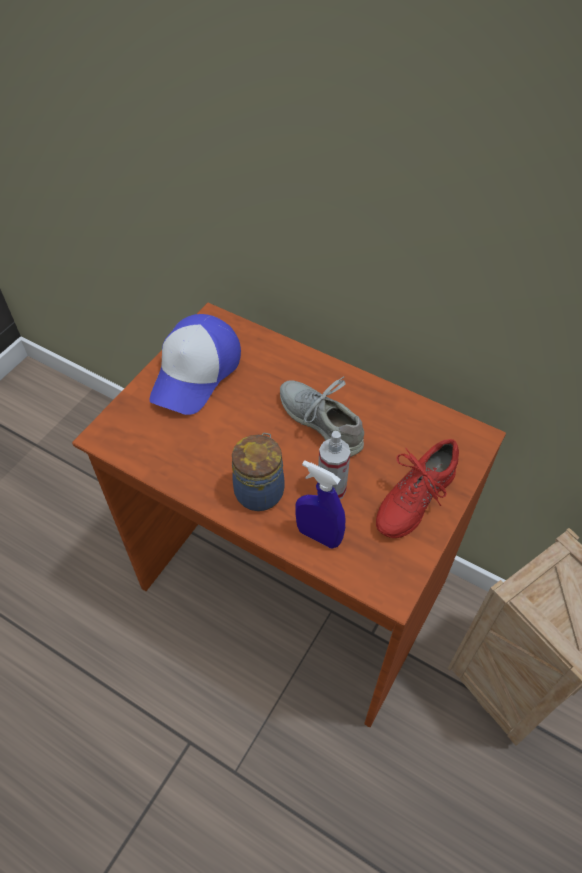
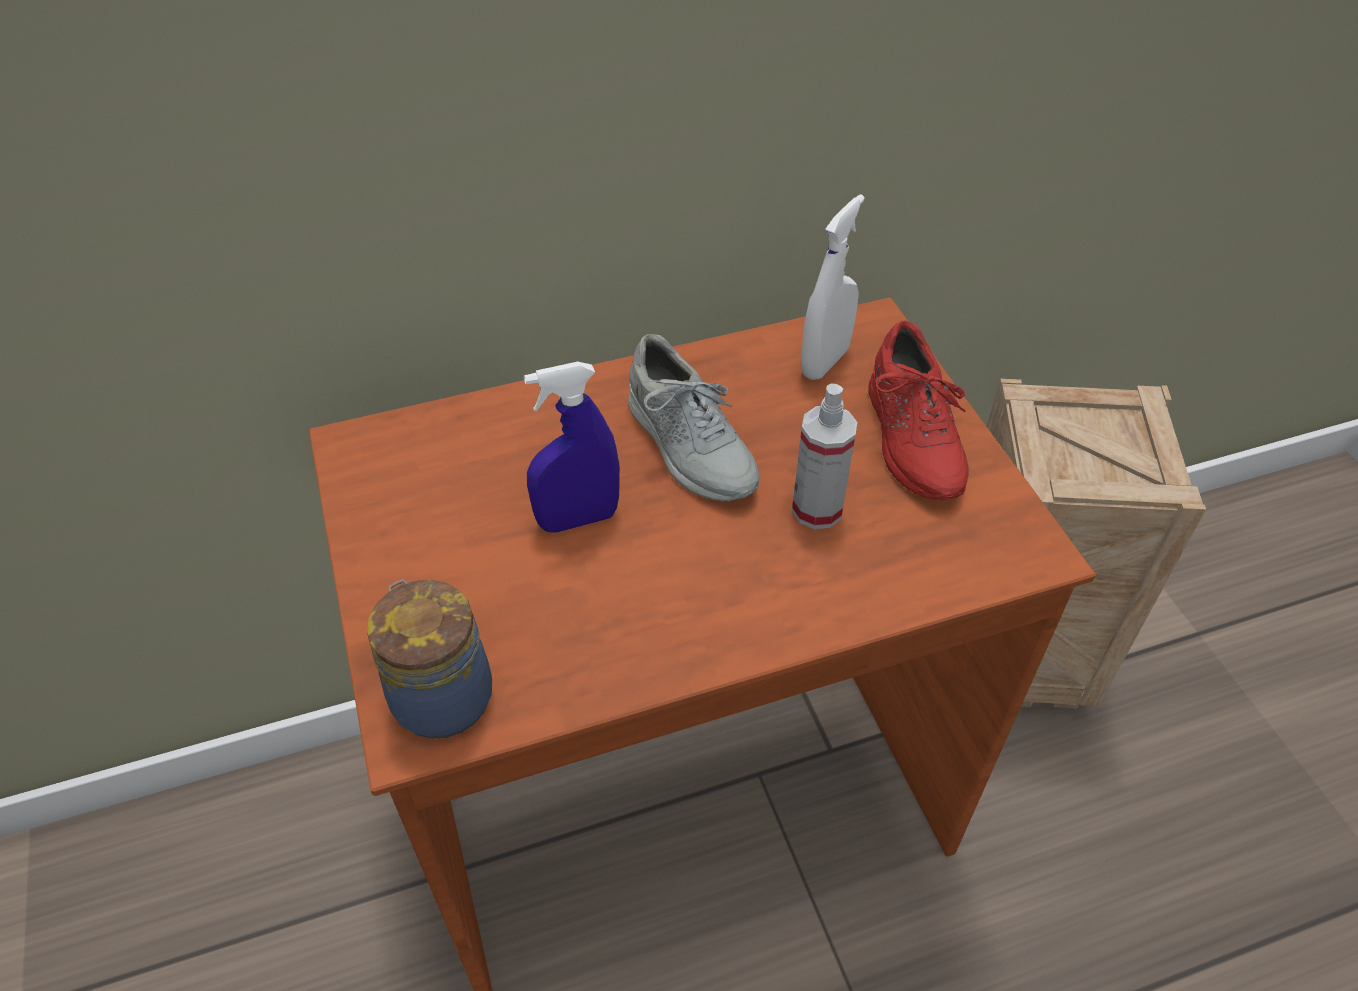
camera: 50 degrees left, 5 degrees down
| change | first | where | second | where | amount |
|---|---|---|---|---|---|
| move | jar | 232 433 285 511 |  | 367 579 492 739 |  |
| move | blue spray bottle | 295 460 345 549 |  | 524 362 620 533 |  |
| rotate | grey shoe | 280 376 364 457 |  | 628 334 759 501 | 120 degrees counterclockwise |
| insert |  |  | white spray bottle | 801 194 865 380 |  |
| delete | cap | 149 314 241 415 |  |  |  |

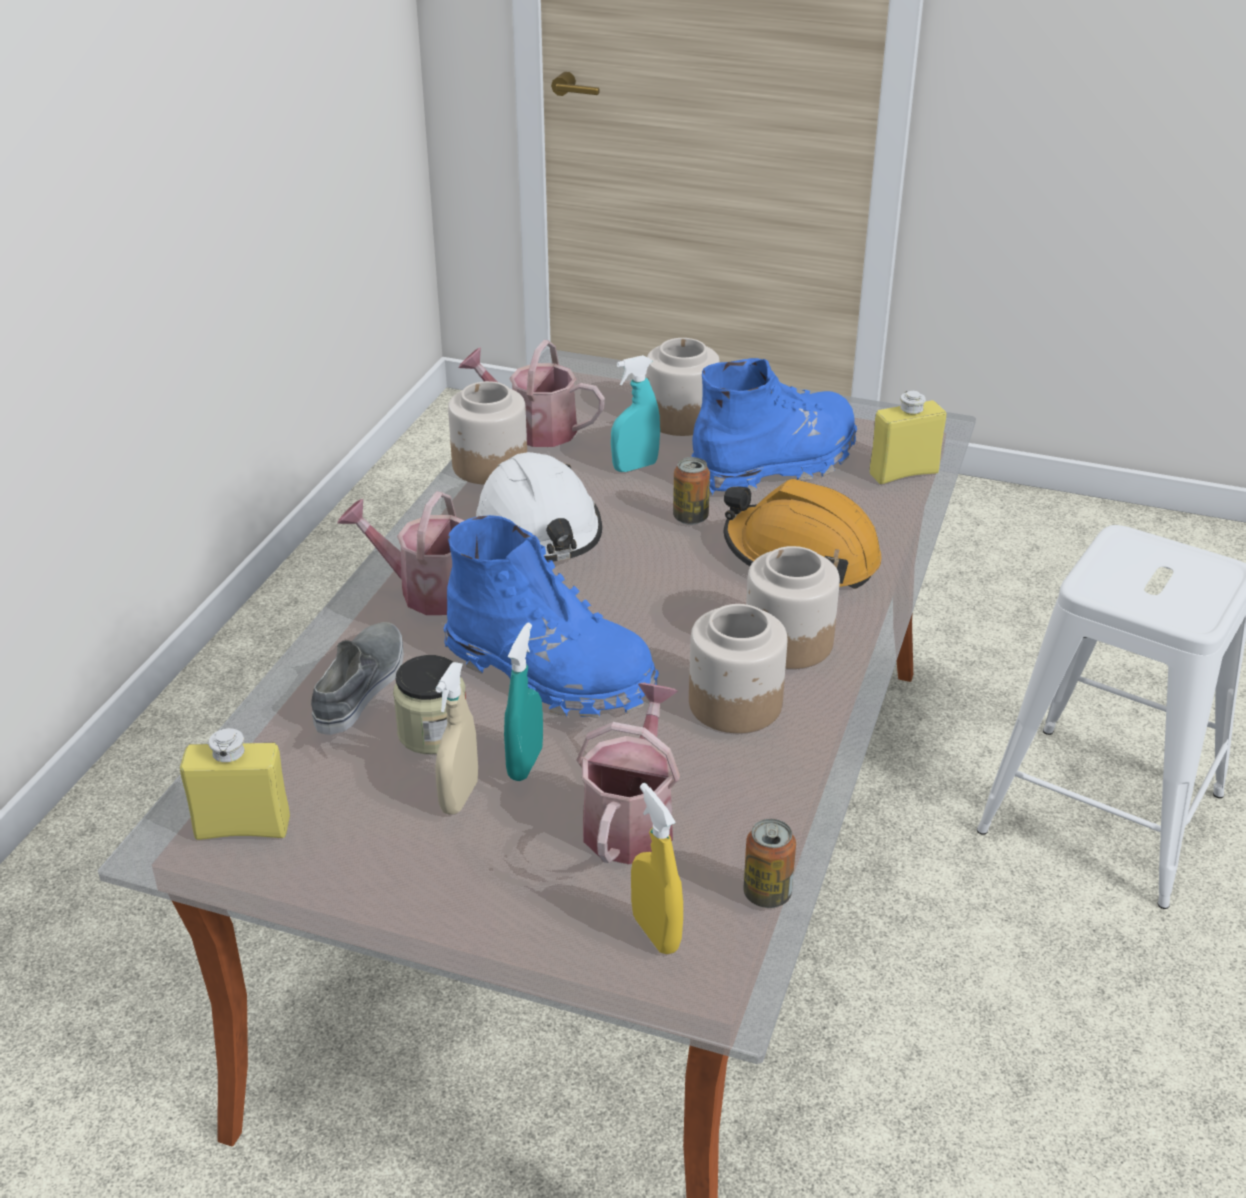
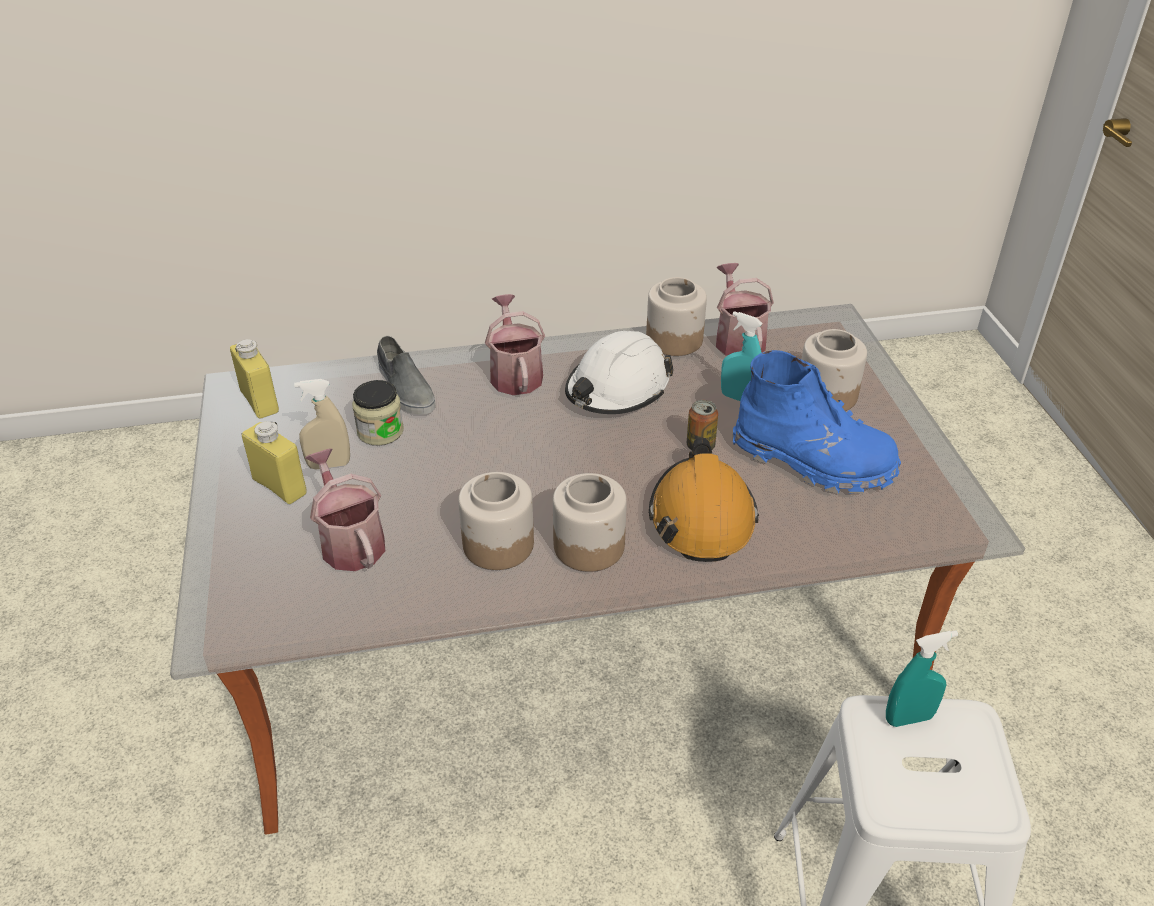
camera: 60 degrees right, 5 degrees up
| change | first | where | second | where | amount |
|---|---|---|---|---|---|
| move | yellow bottle | 869 391 946 484 |  | 242 421 307 504 |  |
| rotate | watering can | 576 683 680 864 |  | 305 449 385 571 | 105 degrees counterclockwise |
| rotate | grey shoe | 311 622 404 735 |  | 377 336 436 414 | 75 degrees clockwise |
| move | turquoise spray bottle | 504 623 543 781 |  | 886 631 958 727 |  |
| delete | blue boot | 443 515 659 717 |  |  |  |
| delete | yellow spray bottle | 631 783 683 954 |  |  |  |
| delete | can | 743 819 796 908 |  |  |  |

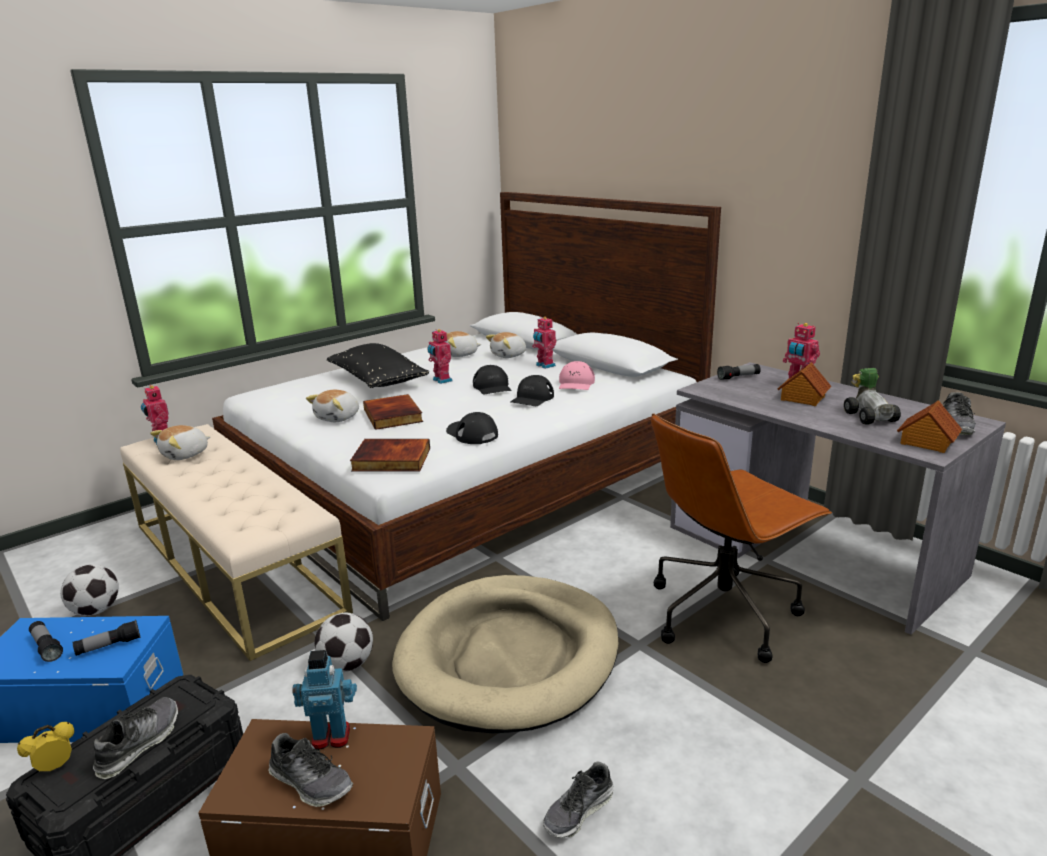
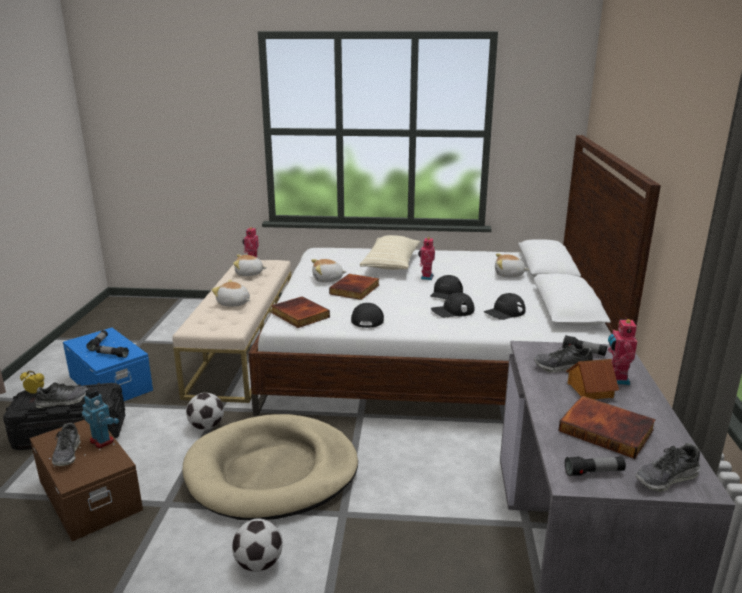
camera: 45 degrees right, 0 degrees up
| change | first | where | second | where | amount |
|---|---|---|---|---|---|
| move | plush toy | 445 331 481 357 |  | 212 280 250 307 |  |
| move | football | 60 564 119 616 |  | 232 518 282 572 |  |
| recolor | black pillow | 327 343 429 388 | beige pillow | 360 235 420 270 |  |
| recolor | pink cap | 559 361 595 390 | black cap | 484 293 526 320 |  |
| move | shoe | 543 761 614 838 |  | 534 345 593 372 |  |
| replace | toy car | 844 368 901 425 | book | 558 396 656 459 |  |
| replace | toy house | 897 400 962 453 | flashlight | 565 456 626 476 |  |
| delete | toy robot | 532 317 557 369 |  |  |  |
| delete | brown office chair | 651 413 832 663 |  |  |  |

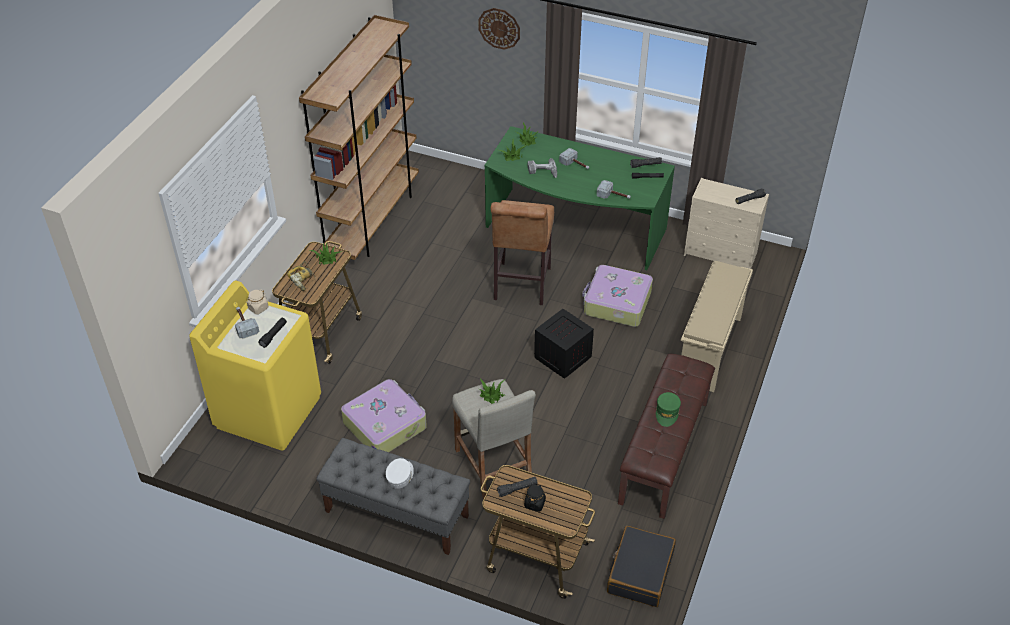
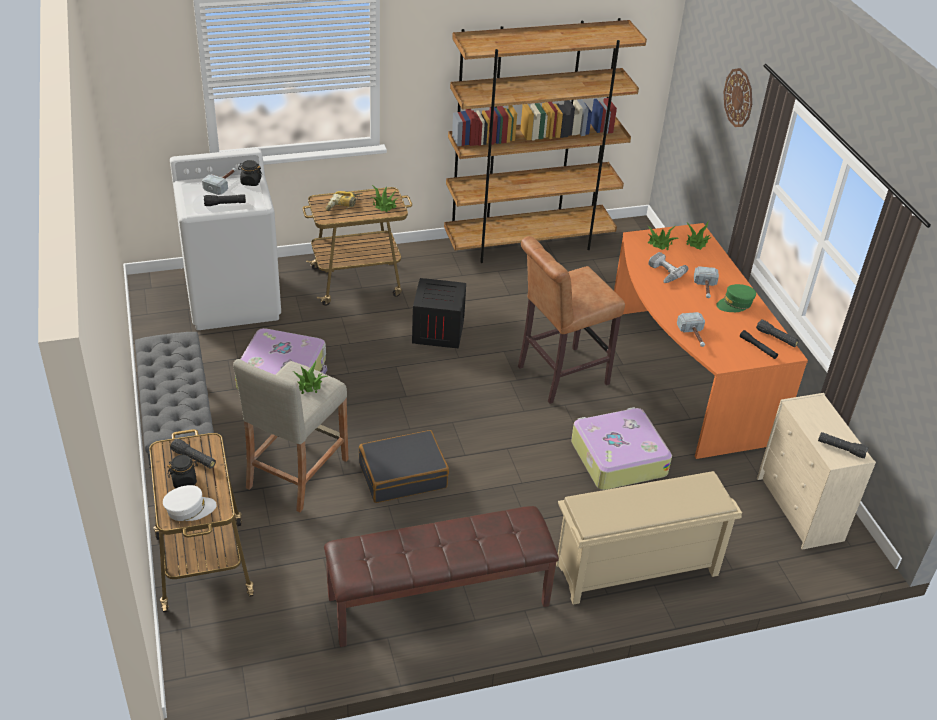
camera: 50 degrees right, 5 degrees down
| change | first | where | second | where | amount |
|---|---|---|---|---|---|
| move | white cap | 385 458 414 489 |  | 163 485 217 521 |  |
| recolor | yellow washing machine | 189 281 321 451 | white washing machine | 170 149 281 330 |  |
| recolor | beige jar | 246 289 268 314 | black jar | 238 160 262 186 |  |
| move | black suitcase | 607 526 676 607 |  | 359 430 449 503 |  |
| move | crate | 534 309 594 379 |  | 412 278 466 348 |  |
| recolor | green desk | 485 126 675 270 | orange desk | 614 223 808 459 |  |
| move | green cap | 656 392 681 427 |  | 716 284 756 312 |  |

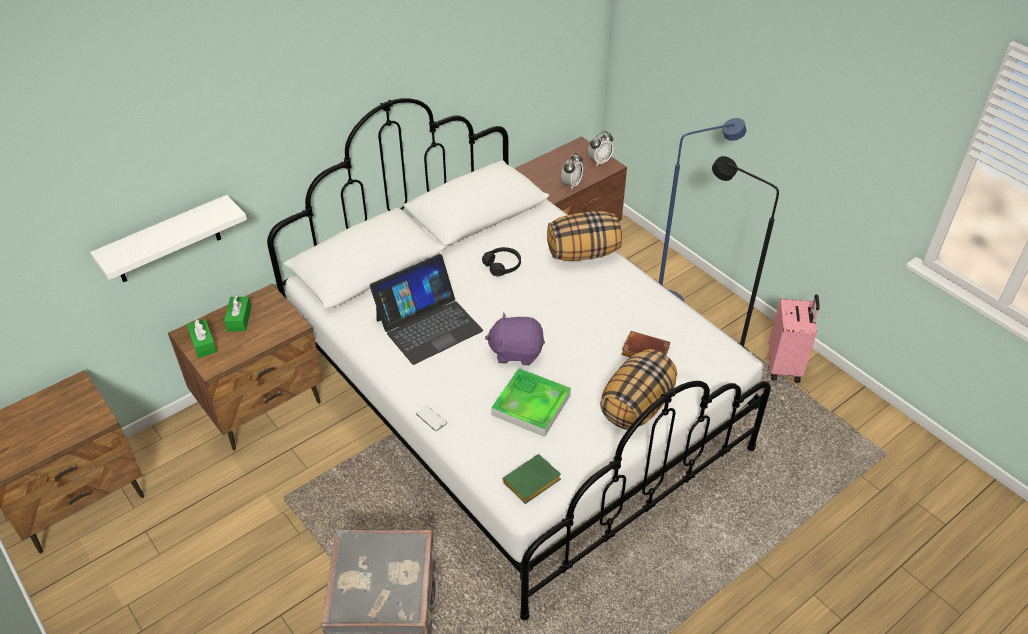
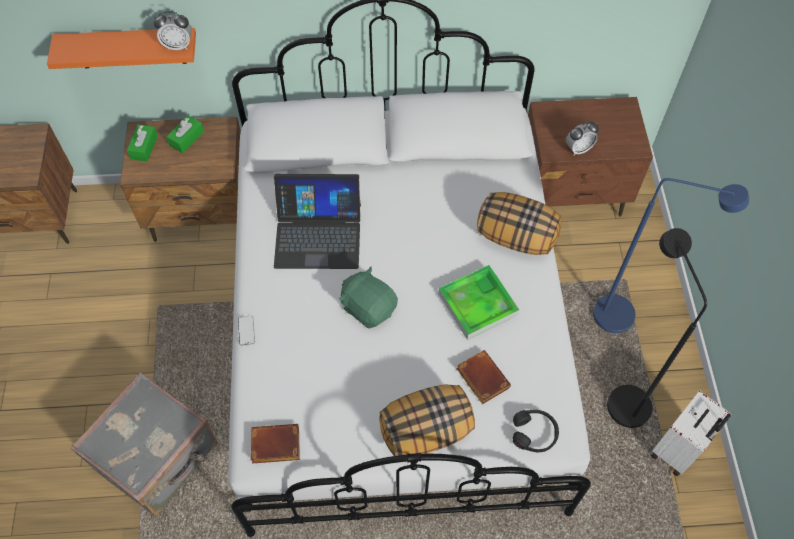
camera: 35 degrees right, 15 degrees up
| change | first | where | second | where | amount |
|---|---|---|---|---|---|
| recolor | white shelf | 90 195 247 282 | orange shelf | 47 28 196 69 |  |
| move | alarm clock | 588 131 614 166 |  | 154 11 192 50 |  |
| recolor | green book | 502 454 561 504 | brown book | 251 424 300 464 |  |
| recolor | purple plush toy | 485 312 545 365 | green plush toy | 339 267 398 328 |  |
| move | tray | 491 368 571 437 |  | 438 265 519 340 |  |
| move | black headphones | 482 247 521 276 |  | 513 410 559 452 |  |
| recolor | pink suitcase | 768 294 820 383 | white suitcase | 651 391 732 477 |  |

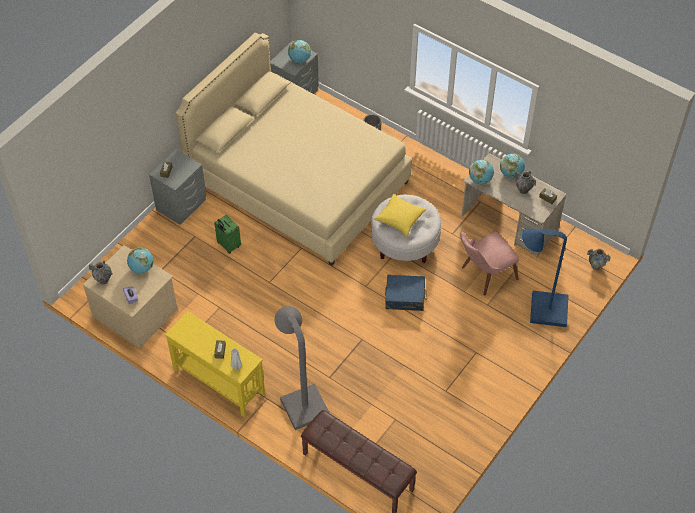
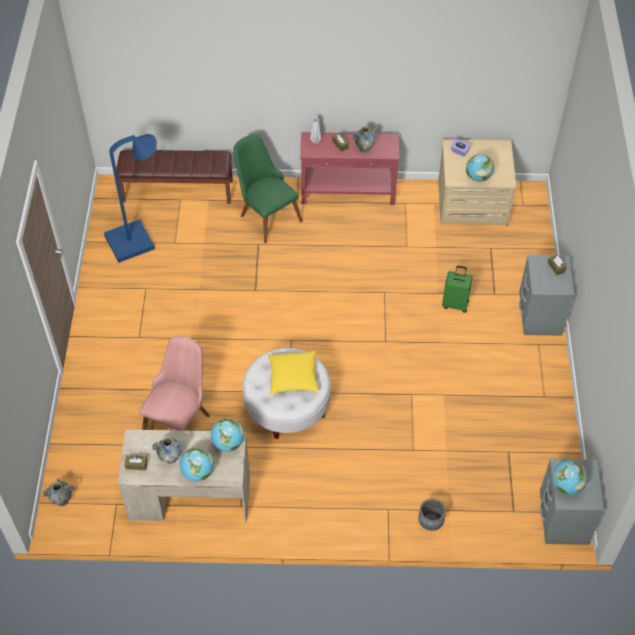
camera: 145 degrees right, 0 degrees up
| change | first | where | second | where | amount |
|---|---|---|---|---|---|
| move | blue floor lamp | 522 228 569 327 |  | 104 134 157 263 |  |
| replace | grey floor lamp | 274 306 330 430 | green chair | 233 135 303 243 |  |
| recolor | yellow console table | 165 311 265 417 | red console table | 300 132 400 205 |  |
| move | vase | 89 261 113 284 |  | 352 126 378 153 |  |
| delete | beige bed | 176 33 412 266 |  |  |  |
| delete | blue suitcase | 385 275 427 311 |  |  |  |

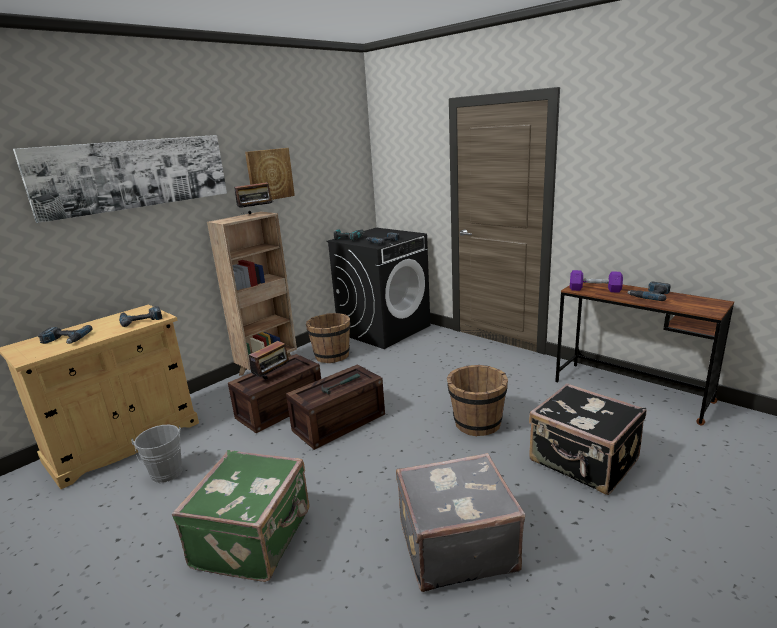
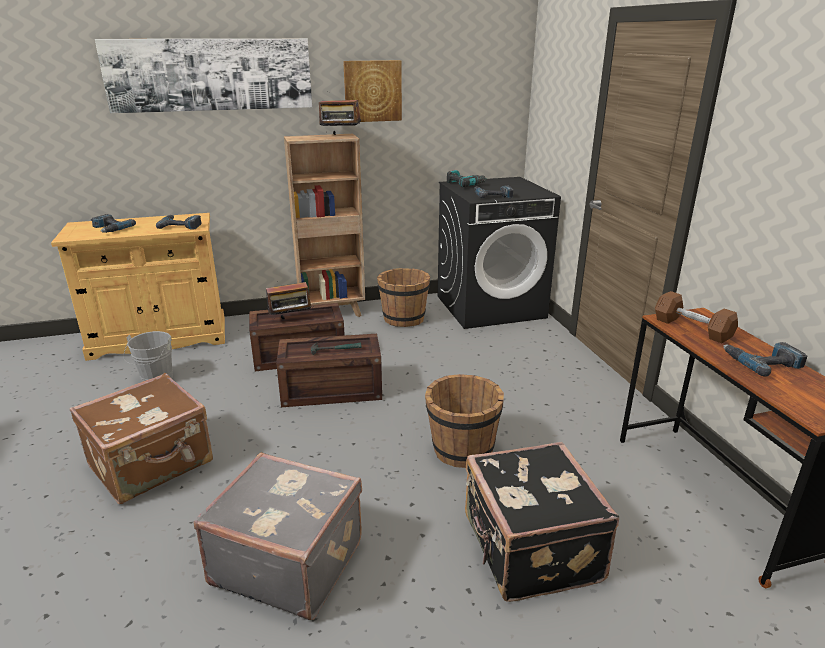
camera: 30 degrees right, 5 degrees up
| change | first | where | second | where | amount |
|---|---|---|---|---|---|
| recolor | green suitcase | 172 450 309 582 | brown suitcase | 69 373 213 504 |  |
| recolor | purple dumbbell | 570 270 623 293 | brown dumbbell | 655 291 738 343 |  |

